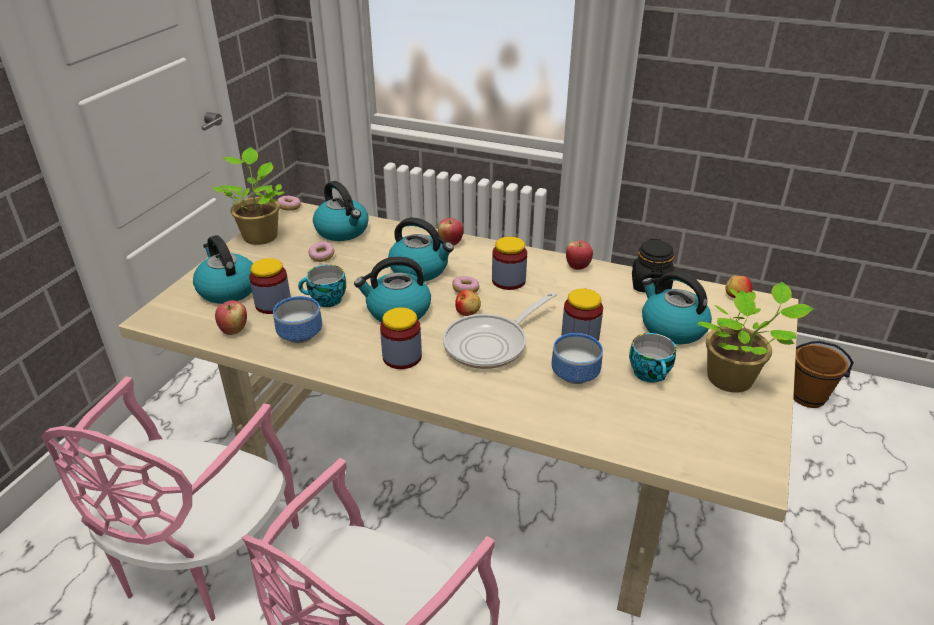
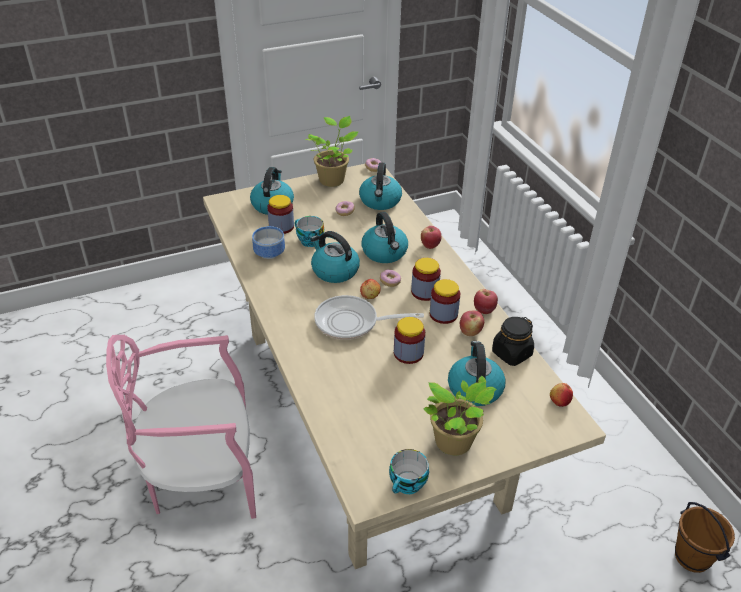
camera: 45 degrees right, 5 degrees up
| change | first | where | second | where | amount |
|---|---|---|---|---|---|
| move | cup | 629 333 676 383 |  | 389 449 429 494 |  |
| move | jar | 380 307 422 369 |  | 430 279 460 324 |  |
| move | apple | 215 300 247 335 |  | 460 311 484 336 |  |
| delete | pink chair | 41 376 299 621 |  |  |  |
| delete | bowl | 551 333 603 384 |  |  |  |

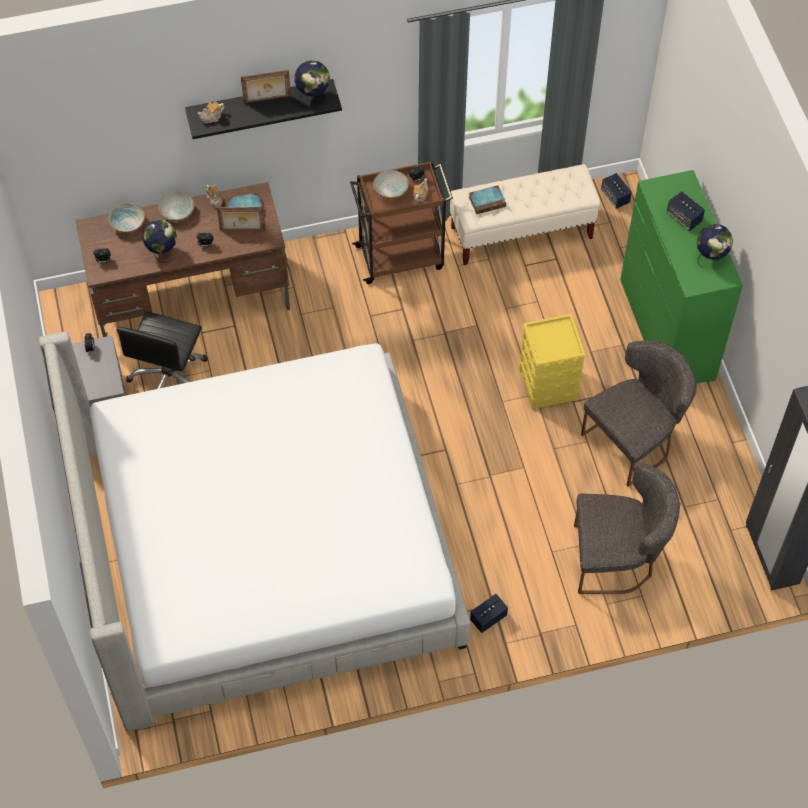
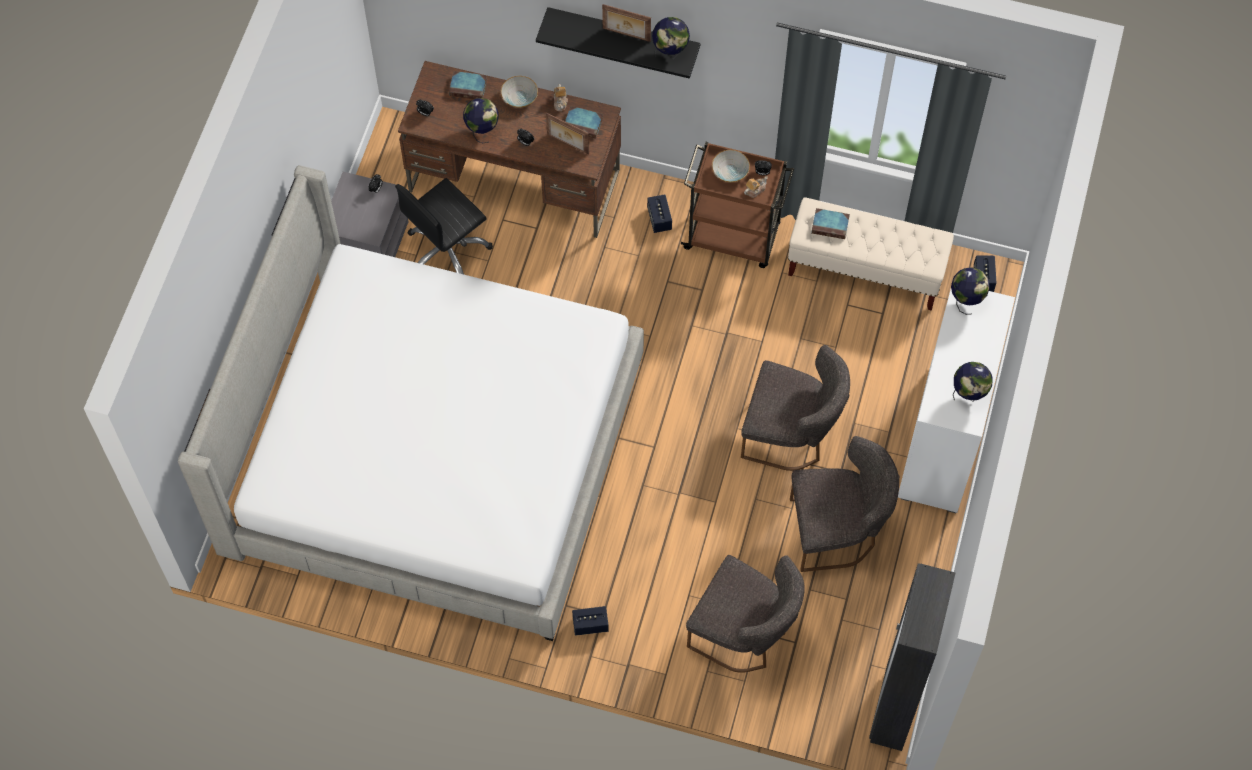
camera: 30 degrees right, 5 degrees up
| change | first | where | second | where | amount |
|---|---|---|---|---|---|
| replace | bowl | 109 203 145 233 | book | 449 71 487 99 |  |
| move | speaker | 667 191 705 231 |  | 647 195 672 233 |  |
| replace | yellow storage box | 519 314 586 409 | grey chair | 741 345 850 471 |  |
| recolor | green dresser | 620 170 743 384 | white dresser | 898 289 1015 513 |  |
| insert |  |  | globe | 951 267 990 315 |  |
| delete | teapot | 197 99 225 123 |  |  |  |

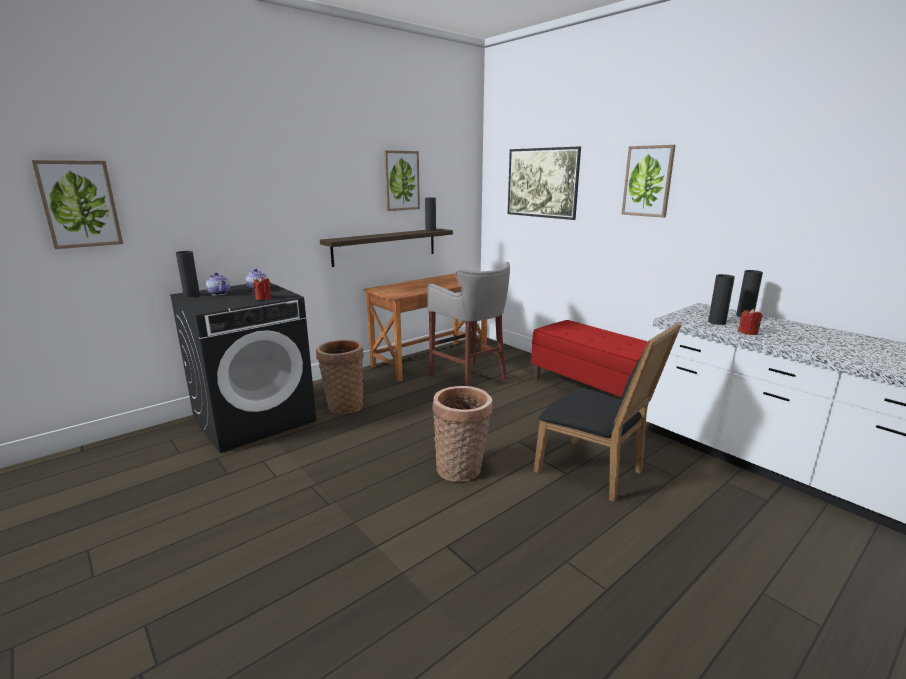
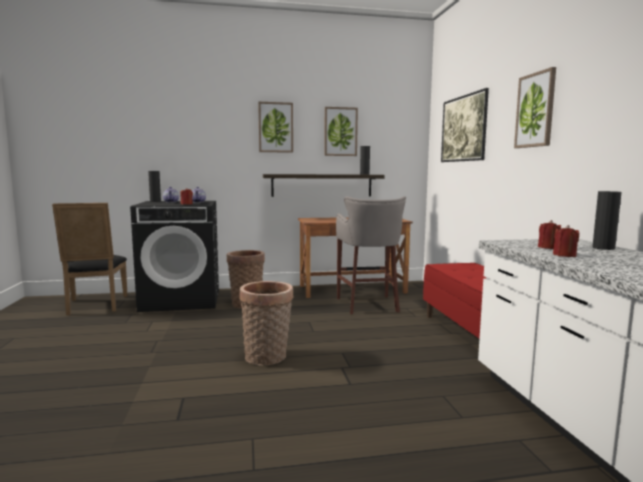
camera: 30 degrees right, 10 degrees down
| change | first | where | second | where | amount |
|---|---|---|---|---|---|
| move | black chair | 534 322 682 502 |  | 52 203 128 315 |  |
| move | picture | 31 160 123 249 |  | 258 102 293 153 |  |
| replace | black vase | 708 274 735 325 | red candle | 538 220 561 249 |  |

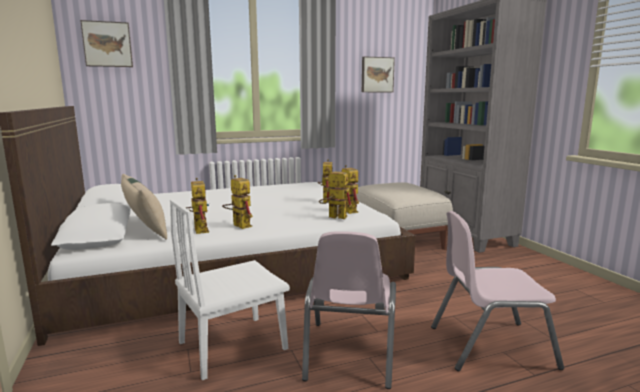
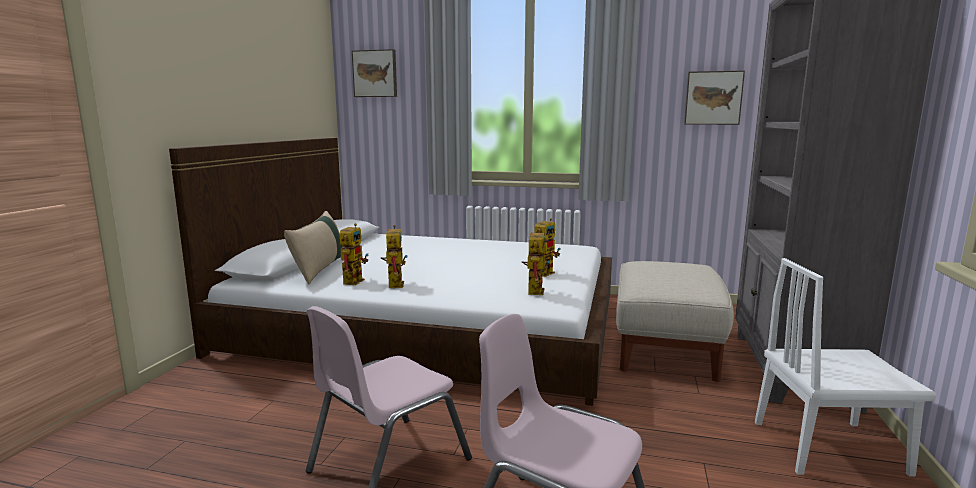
camera: 35 degrees right, 0 degrees up
| change | first | where | second | where | amount |
|---|---|---|---|---|---|
| move | white chair | 170 199 290 380 |  | 755 258 937 477 |  |
| delete | toy robot | 319 169 353 219 |  |  |  |

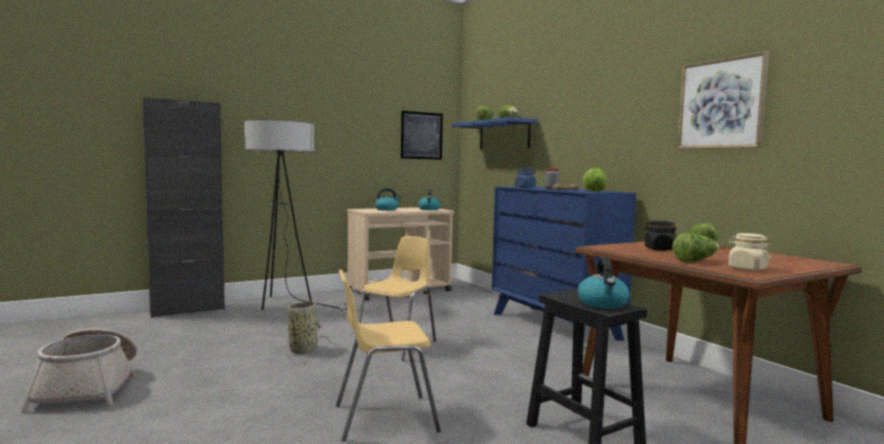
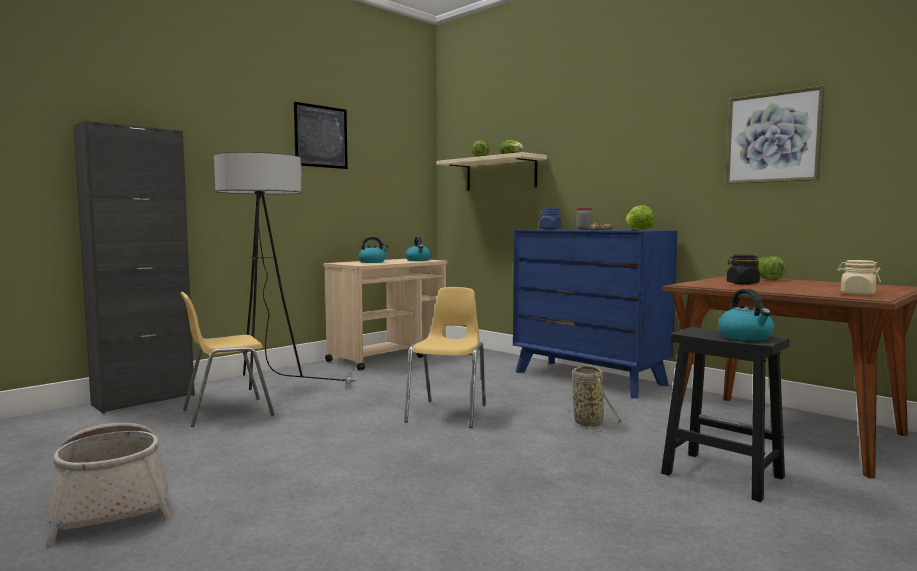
camera: 15 degrees left, 0 degrees up
| change | first | where | second | where | amount |
|---|---|---|---|---|---|
| move | yellow chair | 336 269 441 442 |  | 180 292 274 427 |  |
| move | picture | 401 111 443 160 |  | 294 102 348 169 |  |
| recolor | blue shelf | 451 117 538 150 | beige shelf | 437 152 547 191 |  |
| move | basket | 287 301 321 358 |  | 566 365 622 432 |  |
| delete | lettuce | 672 233 719 262 |  |  |  |

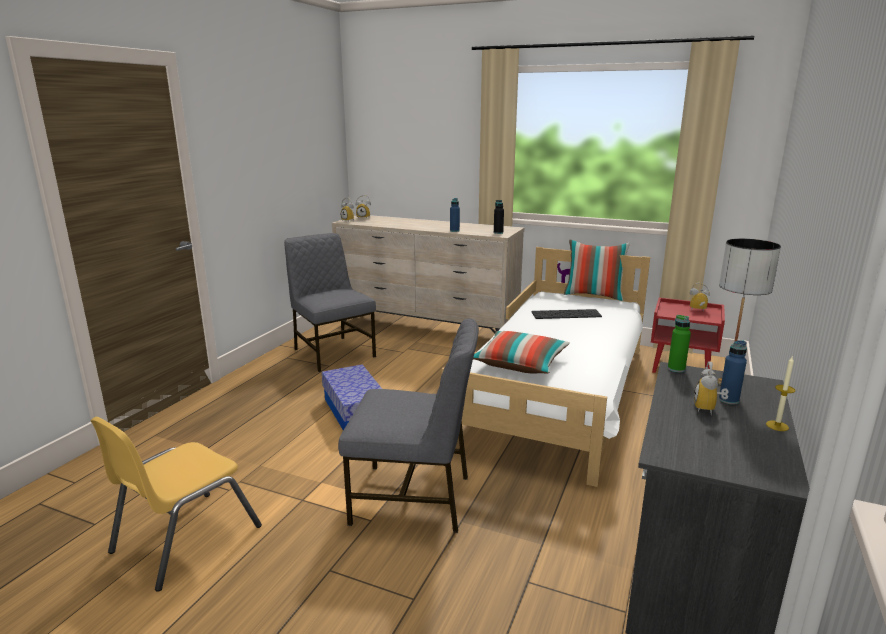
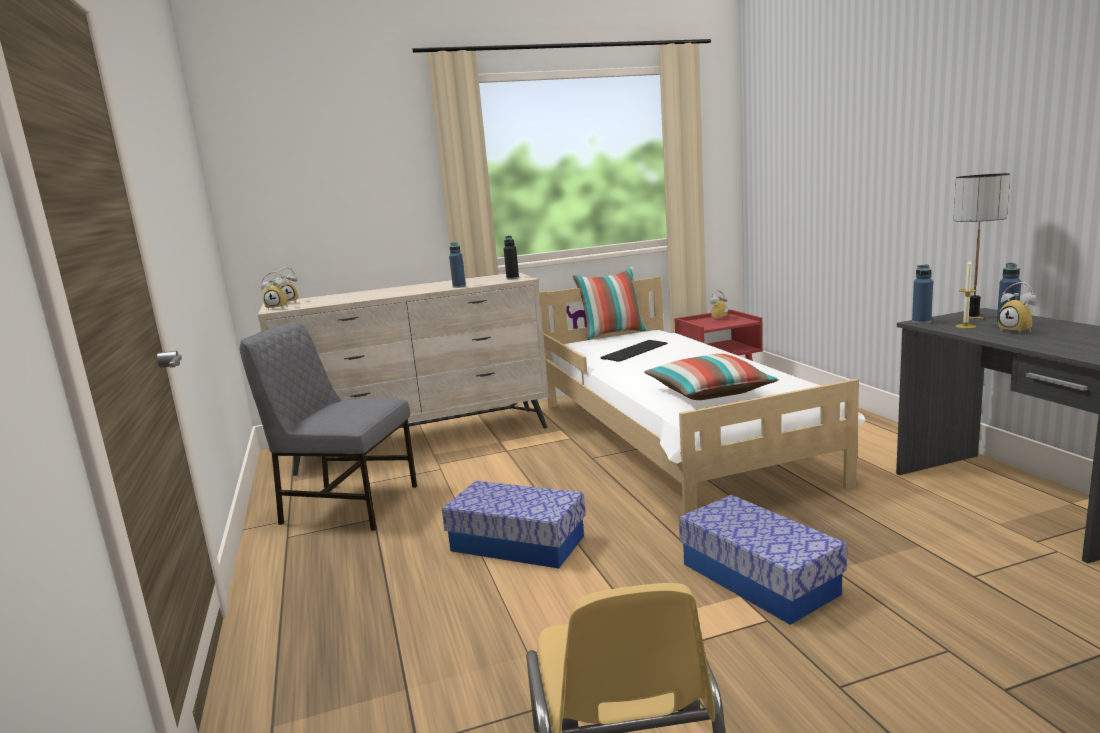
camera: 40 degrees left, 5 degrees down
| change | first | where | second | where | amount |
|---|---|---|---|---|---|
| replace | grey chair | 338 318 479 533 | storage box | 679 495 847 625 |  |
| recolor | green bottle | 668 315 691 372 | blue bottle | 912 264 933 324 |  |
| move | candle | 766 357 795 431 |  | 955 260 977 329 |  |

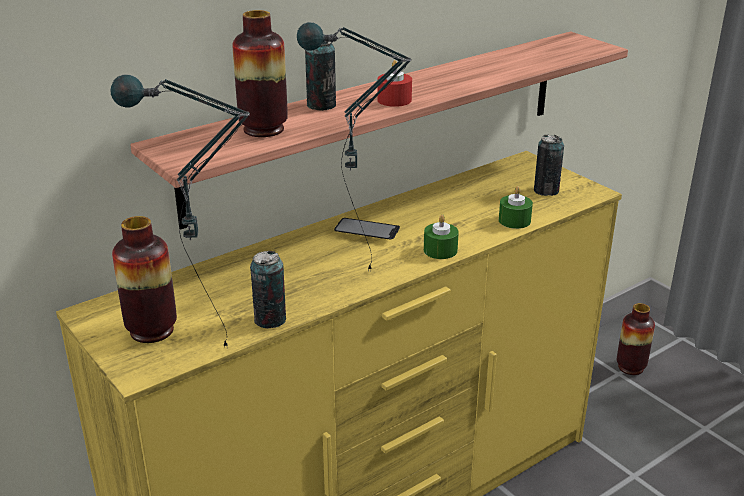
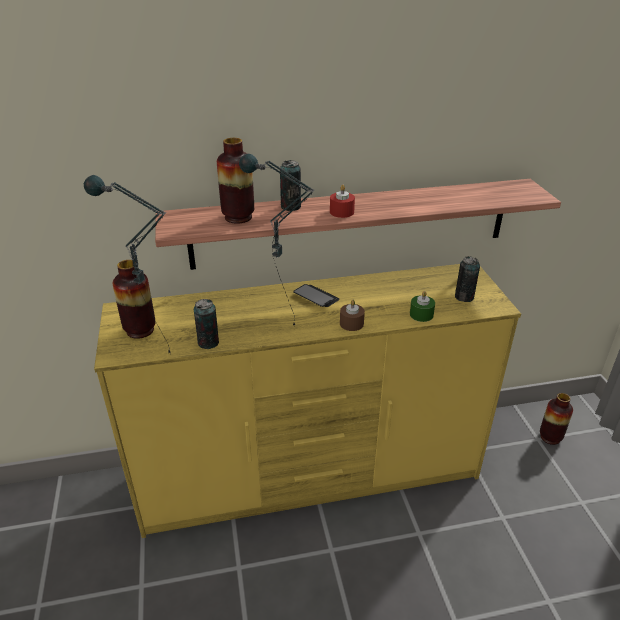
camera: 25 degrees right, 5 degrees up
| change | first | where | second | where | amount |
|---|---|---|---|---|---|
| recolor | green candle | 424 214 459 259 | brown candle | 340 300 365 331 |  |

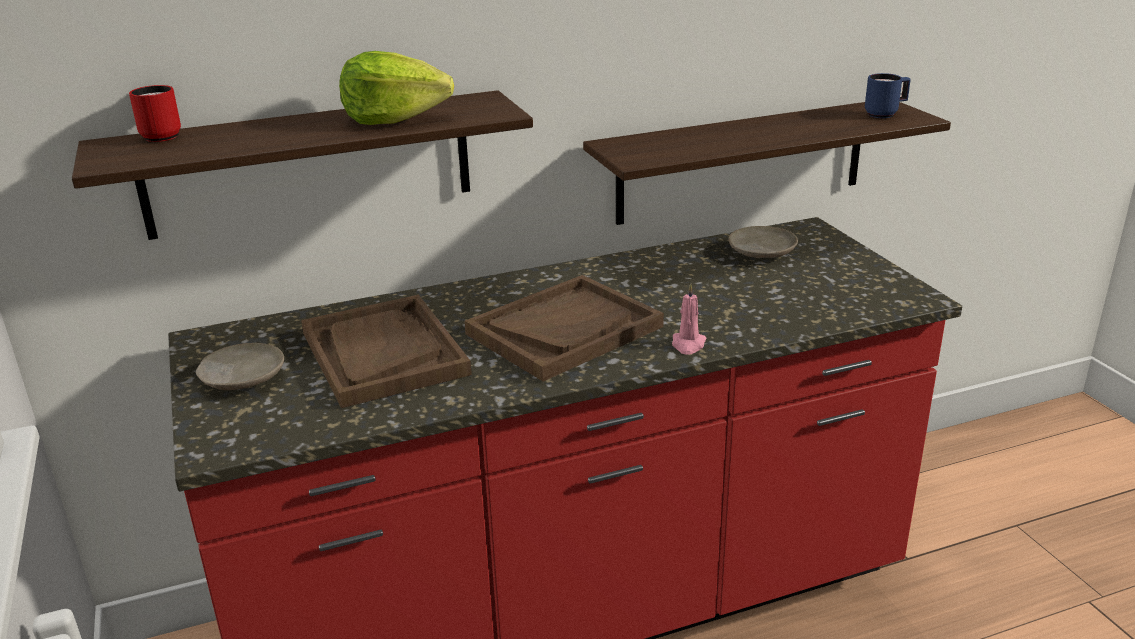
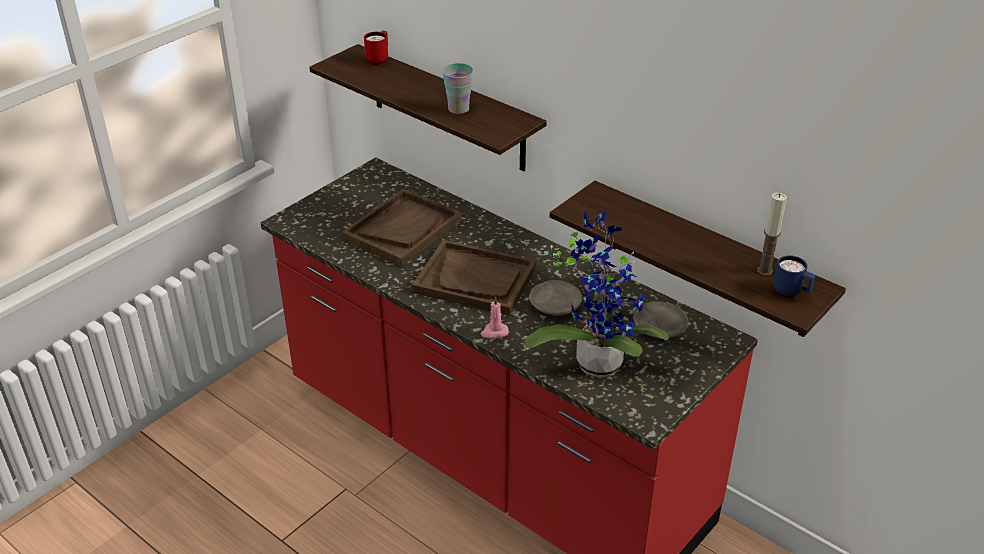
camera: 60 degrees right, 10 degrees up
| change | first | where | second | where | amount |
|---|---|---|---|---|---|
| replace | lettuce | 339 51 454 125 | cup | 442 63 474 114 |  |
| insert |  |  | potted plant | 524 209 669 378 |  |
| move | beige plate | 196 343 284 390 |  | 529 280 582 316 |  |
| insert |  |  | candle | 757 192 787 276 |  |

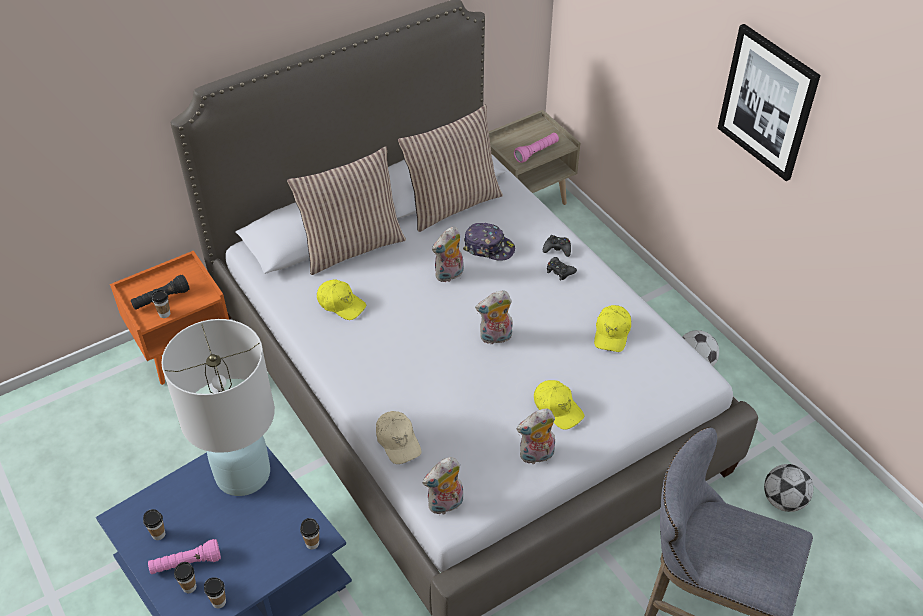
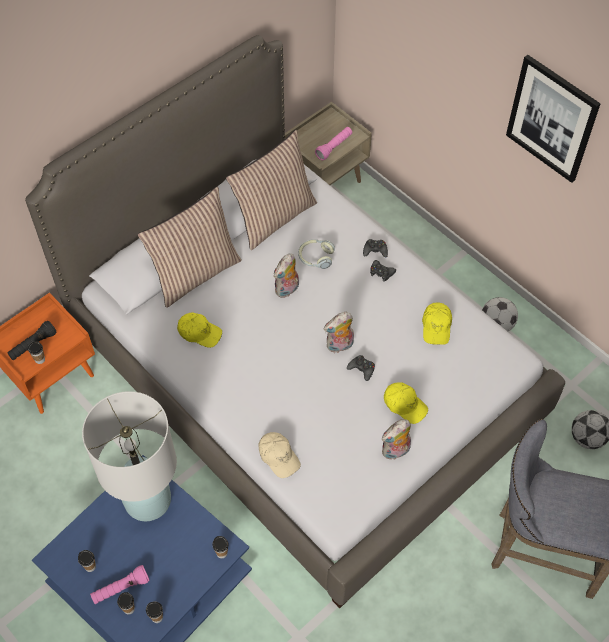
camera: 10 degrees left, 10 degrees up
| change | first | where | second | where | amount |
|---|---|---|---|---|---|
| replace | cap | 463 223 515 261 | headphones | 298 239 335 269 |  |
| insert |  |  | black game controller | 347 355 375 381 |  |
| delete | plush toy | 423 457 463 515 |  |  |  |

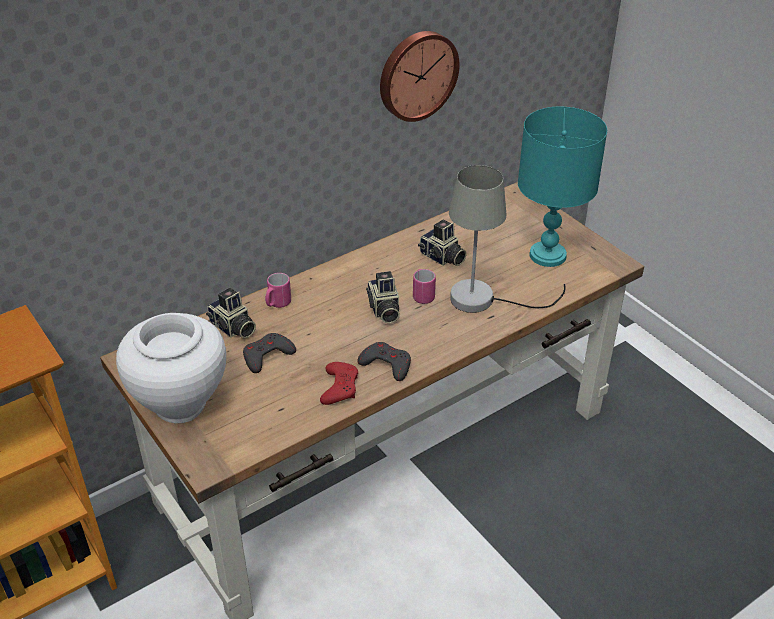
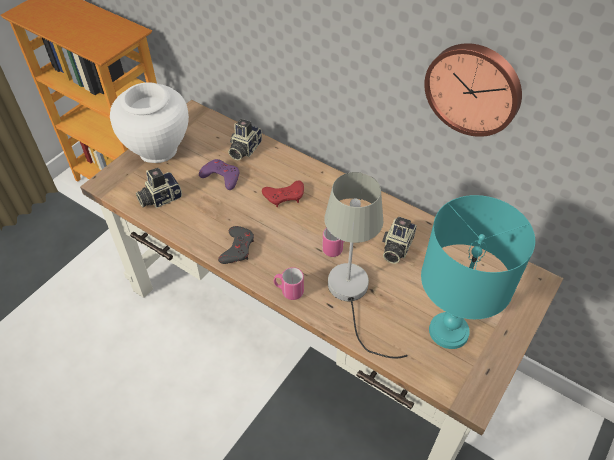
camera: 70 degrees right, 10 degrees up
| change | first | where | second | where | amount |
|---|---|---|---|---|---|
| move | photo camera | 366 271 400 324 |  | 136 168 182 208 |  |
| recolor | grey game controller | 243 333 296 373 | purple game controller | 199 159 239 190 |  |
| move | red game controller | 320 362 358 405 |  | 262 180 304 207 |  |
| move | pink mug | 265 273 291 308 |  | 274 267 304 300 |  |

